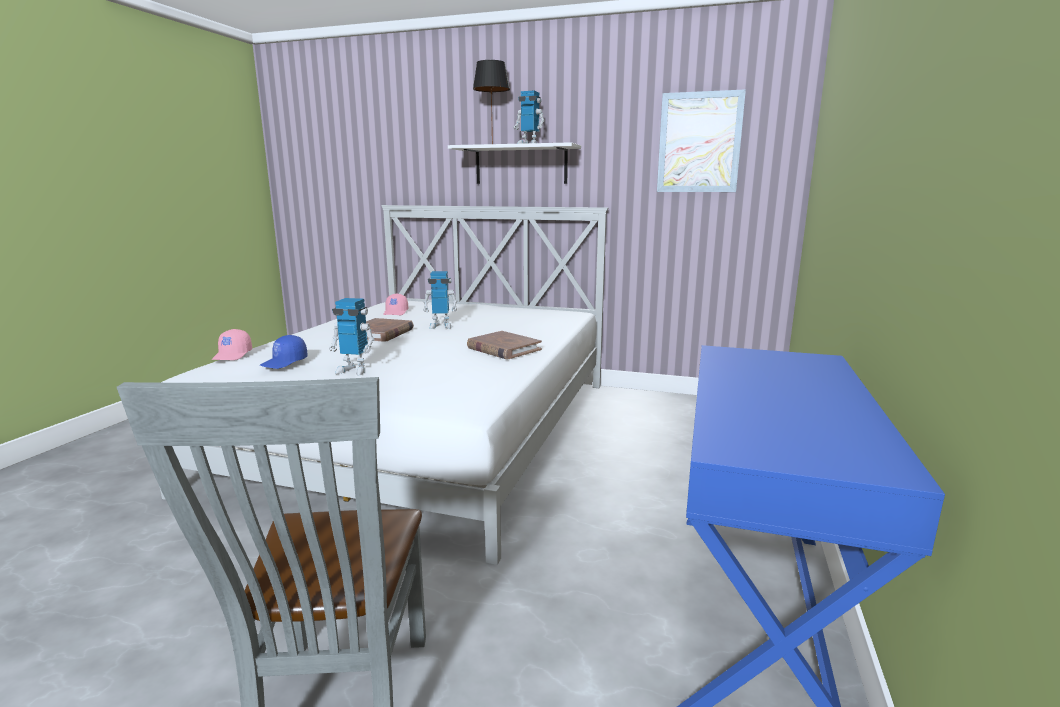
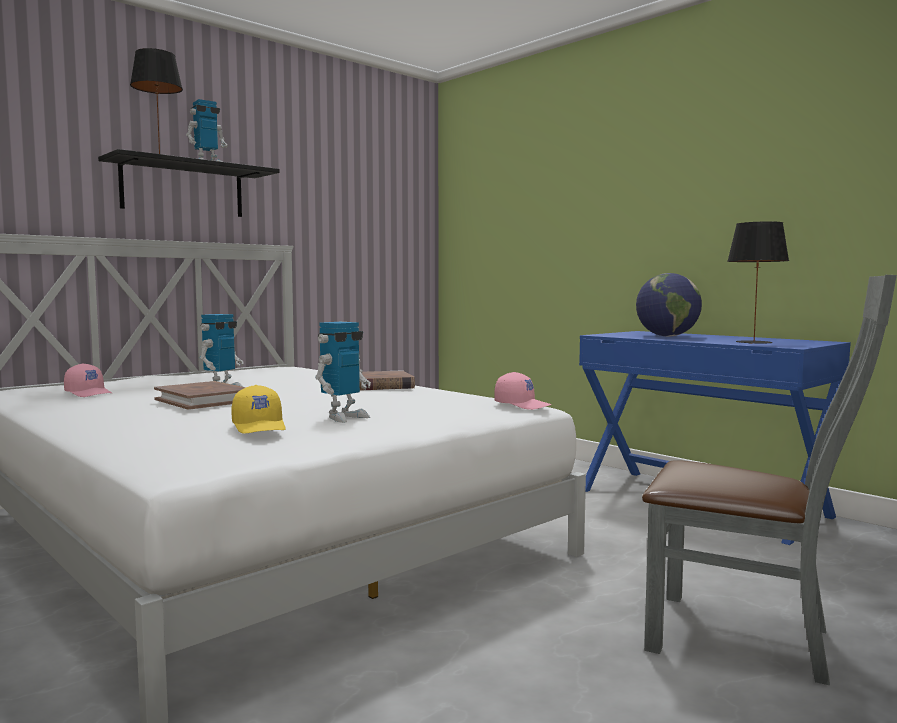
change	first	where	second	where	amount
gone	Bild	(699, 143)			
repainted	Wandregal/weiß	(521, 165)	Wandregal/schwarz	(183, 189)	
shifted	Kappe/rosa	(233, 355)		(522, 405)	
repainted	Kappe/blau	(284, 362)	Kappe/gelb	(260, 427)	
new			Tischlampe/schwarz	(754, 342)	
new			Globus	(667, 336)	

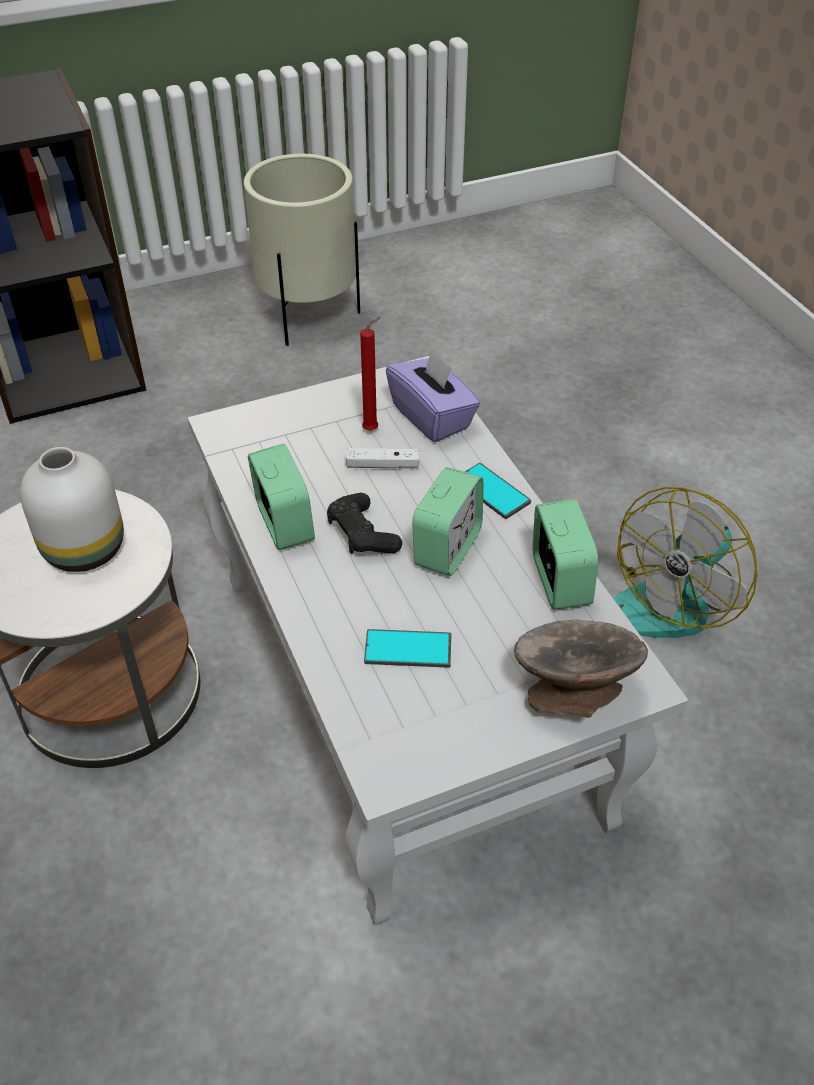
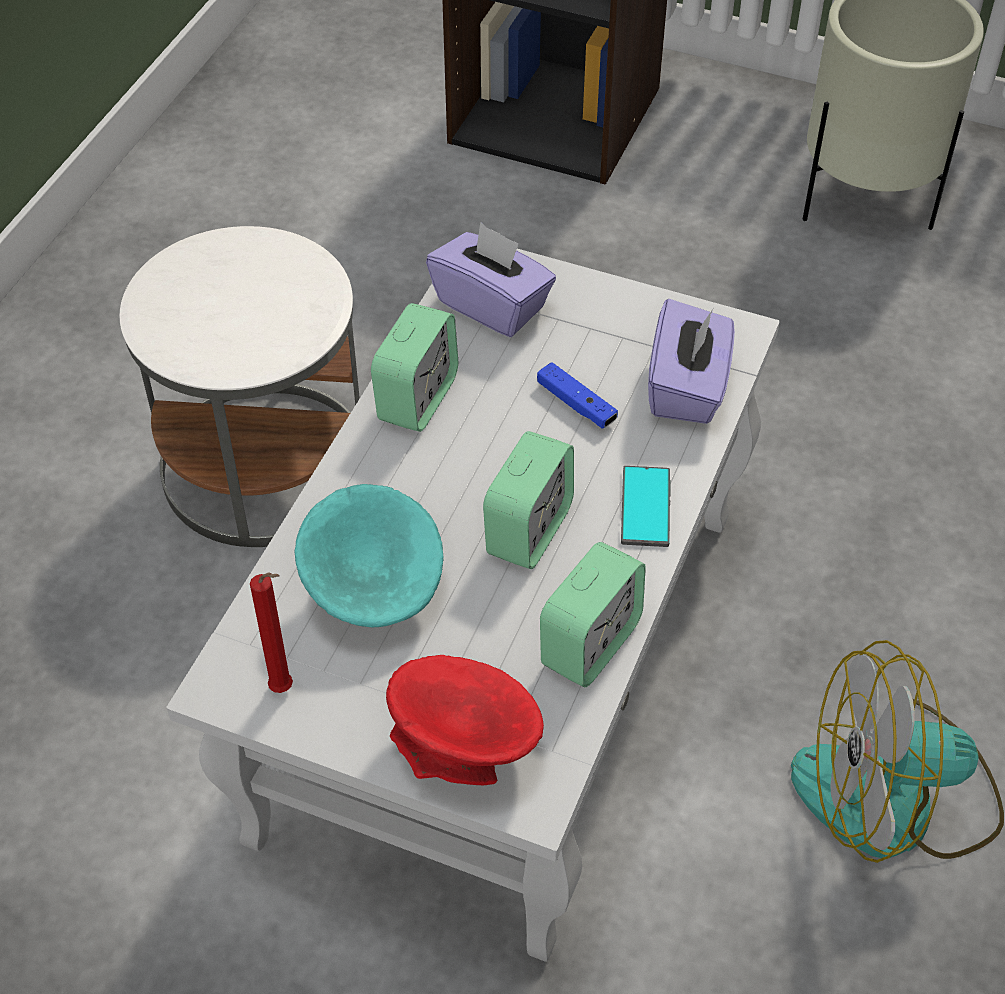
change	first	where	second	where	amount
shifted	Kerze/rot	(373, 430)		(285, 689)	
gone	Vase/weiß	(86, 550)			
repainted	Gamepad/weiß	(382, 465)	Gamepad/blau	(576, 404)	
rotated	Wecker	(447, 548)		(529, 530)	45 degrees counterclockwise
gone	Gamepad/schwarz	(362, 534)			
repainted	Schüssel/grau	(571, 689)	Schüssel/rot	(463, 749)	
swapped	Handy	(408, 649)	Schüssel/türkis	(375, 595)	
new			Taschentuchbox/lila	(492, 305)	

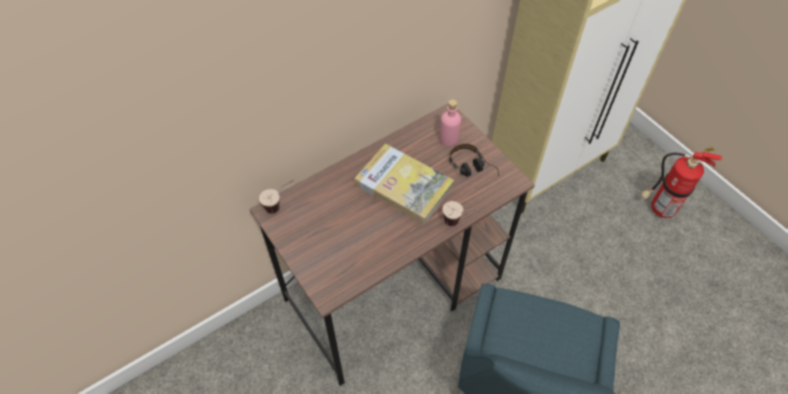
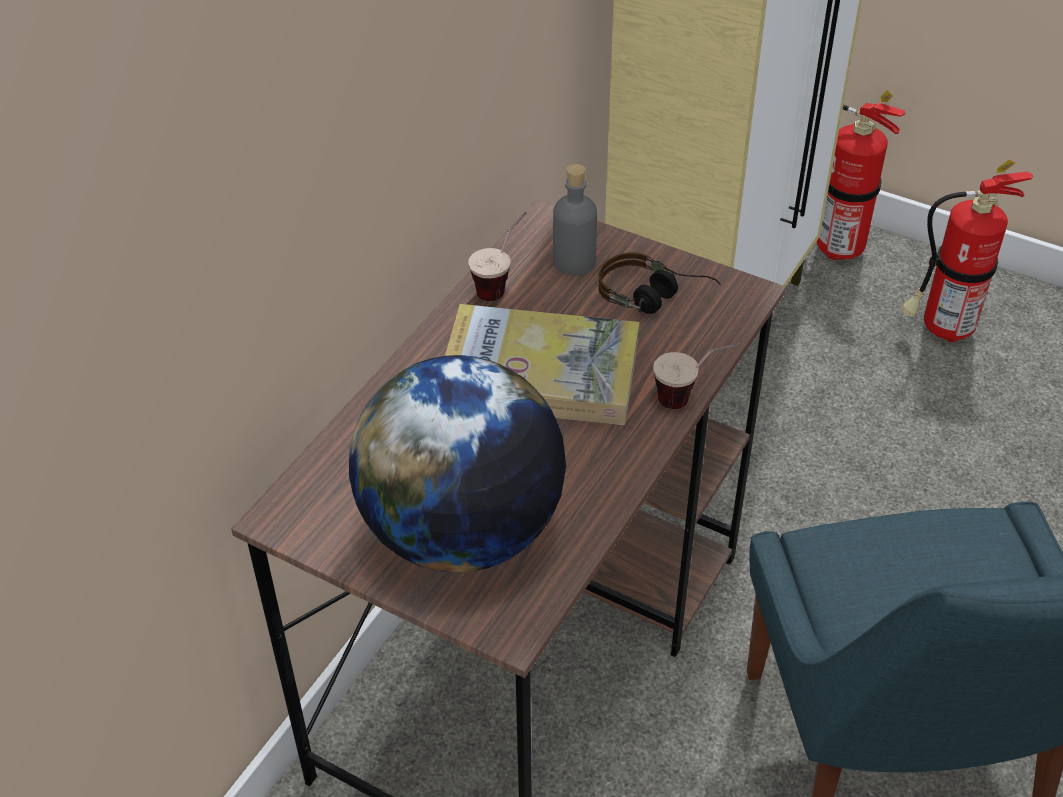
change	first	where	second	where	amount
repainted	Flasche/rosa	(448, 138)	Flasche/grau	(574, 262)	
shifted	Tasse	(280, 205)		(501, 284)	
new			Feuerlöscher	(833, 248)	
new			Globus	(462, 532)	

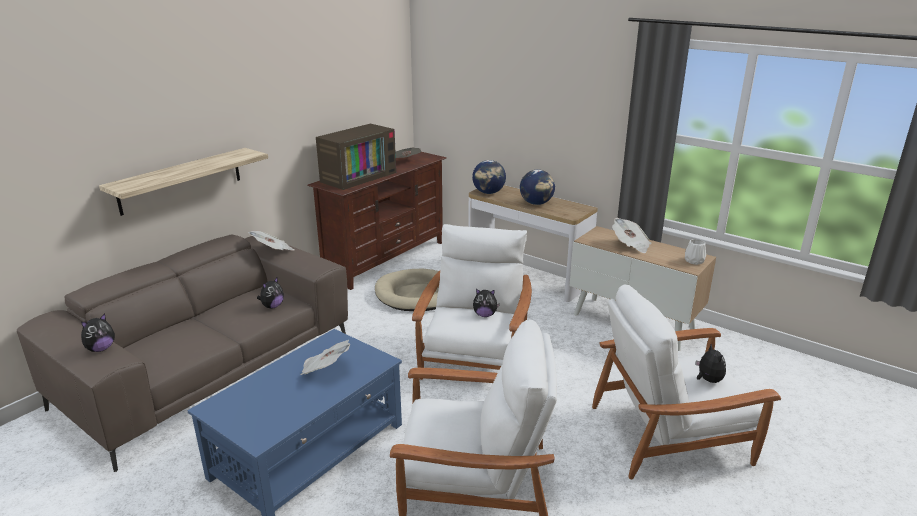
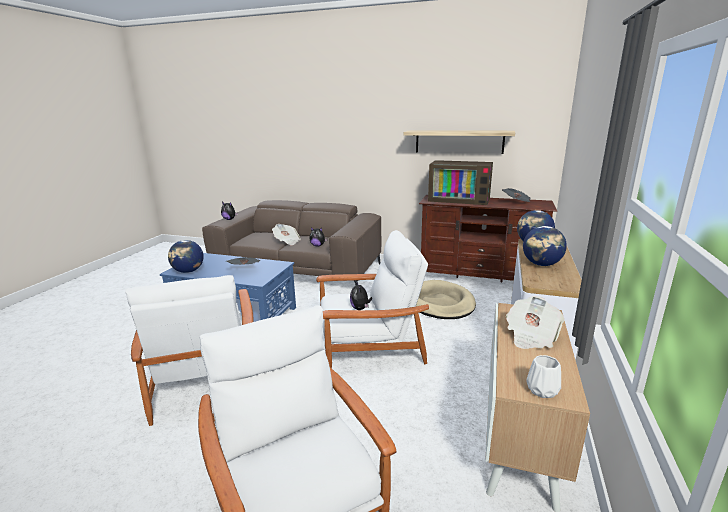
change	first	where	second	where	amount
shifted	Wandregal	(181, 180)		(459, 141)	
shifted	Zeitung	(273, 251)		(287, 241)	
gone	Plüschtier	(708, 380)			
new			Globus	(188, 271)	

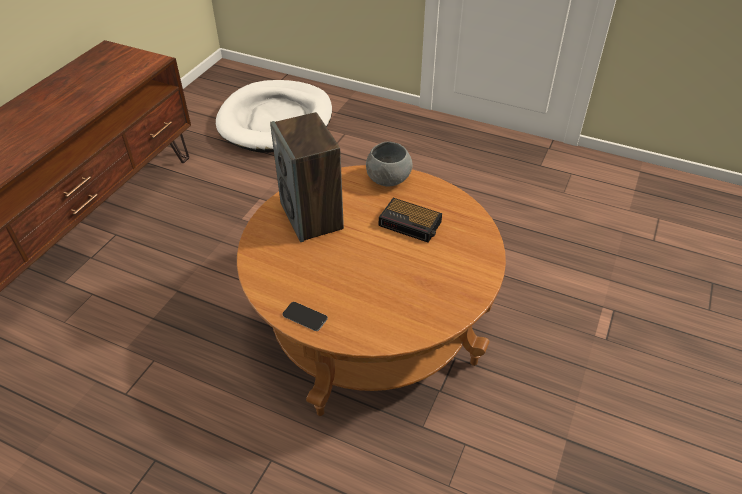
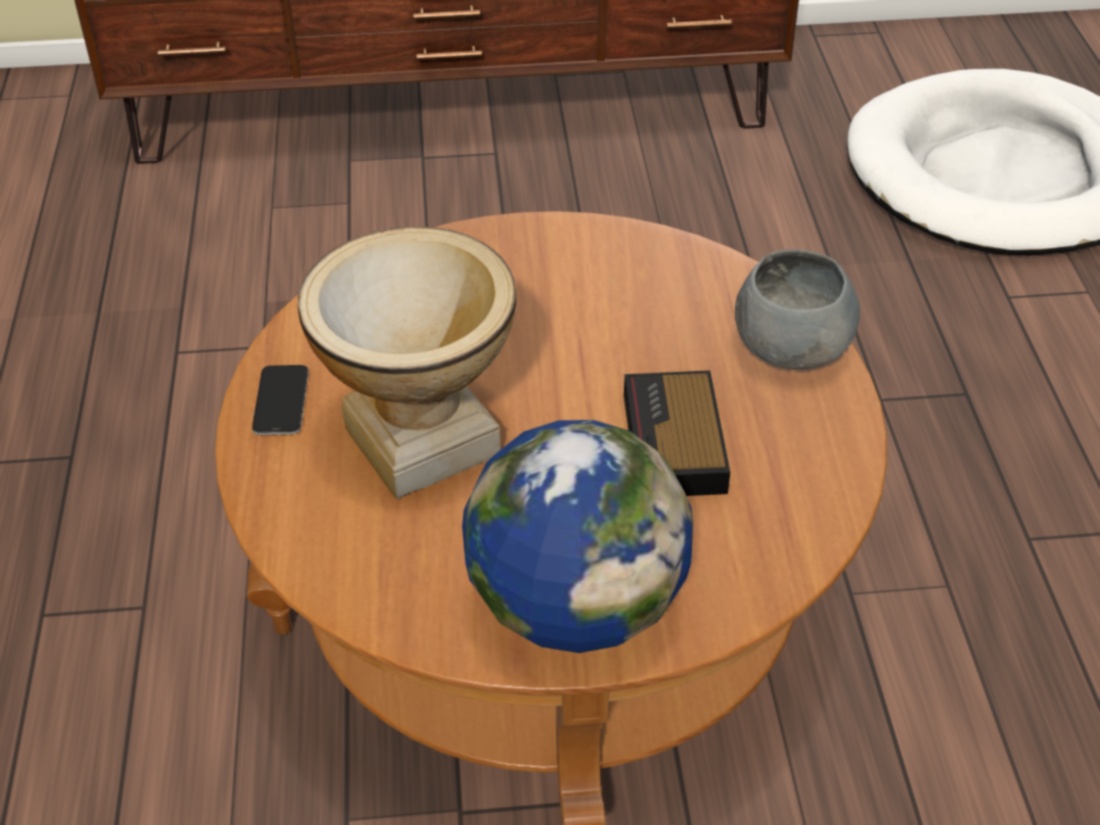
change	first	where	second	where	amount
gone	Lautsprecher	(312, 217)			
new			Vase	(421, 442)	
new			Globus	(576, 606)	

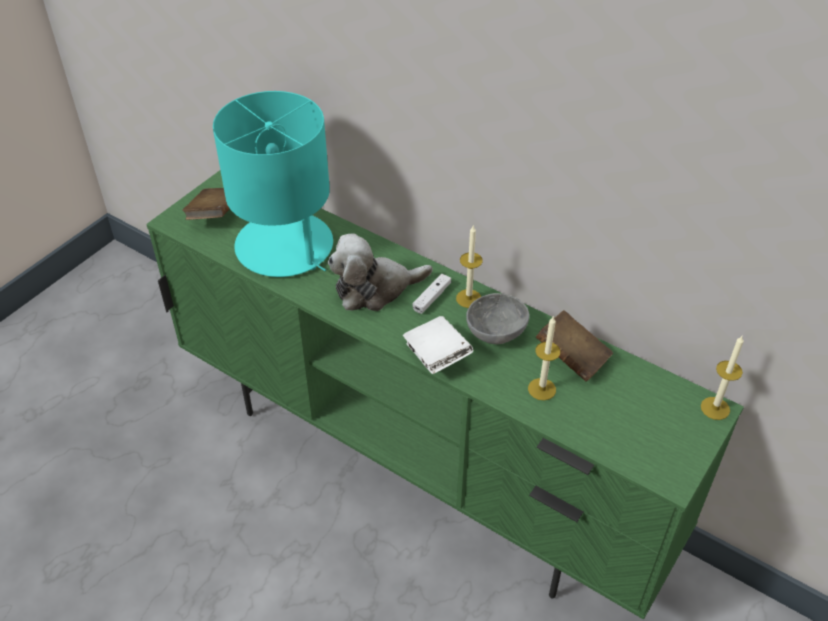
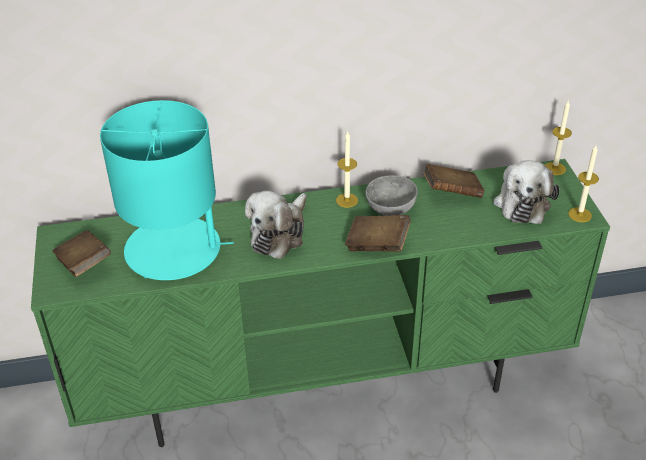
change	first	where	second	where	amount
gone	Gamepad/weiß	(432, 298)			
repainted	Buch/weiß	(436, 356)	Buch/braun	(377, 245)	
shifted	Kerze	(542, 389)		(579, 215)	
new			Plüschtier	(522, 202)	

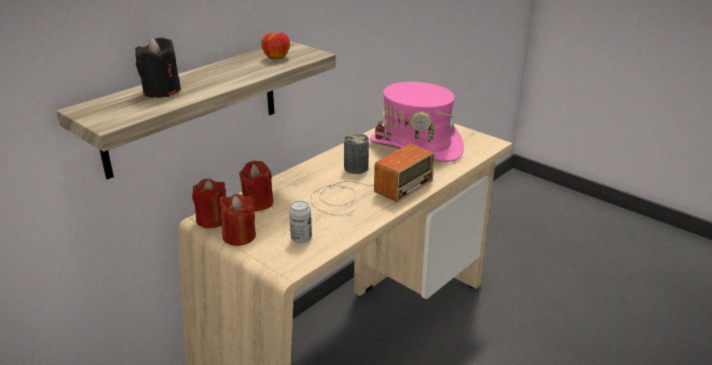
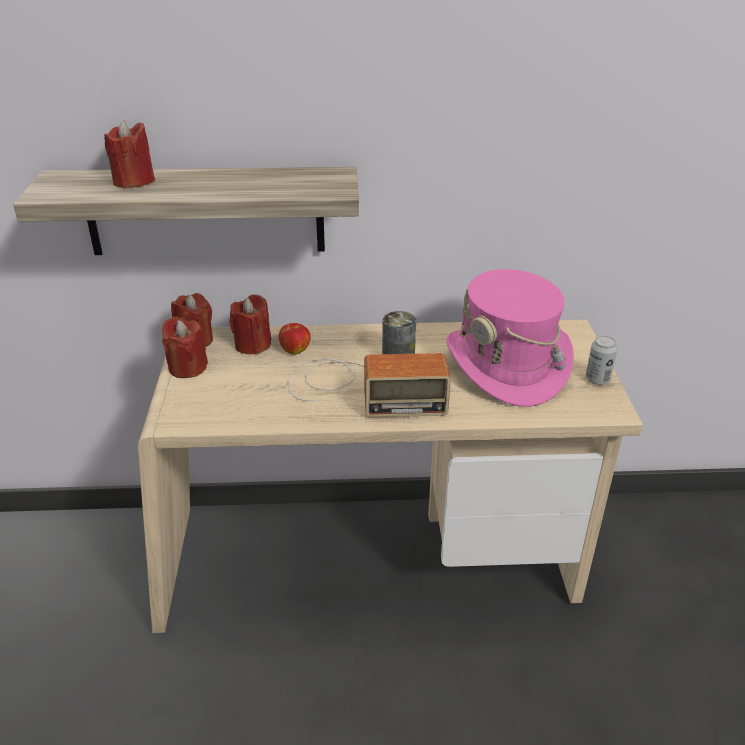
change	first	where	second	where	amount
shifted	Apfel	(276, 57)		(295, 350)	
repainted	Kerze/schwarz	(162, 91)	Kerze/rot	(134, 181)	
shifted	Dose	(301, 238)		(597, 379)	

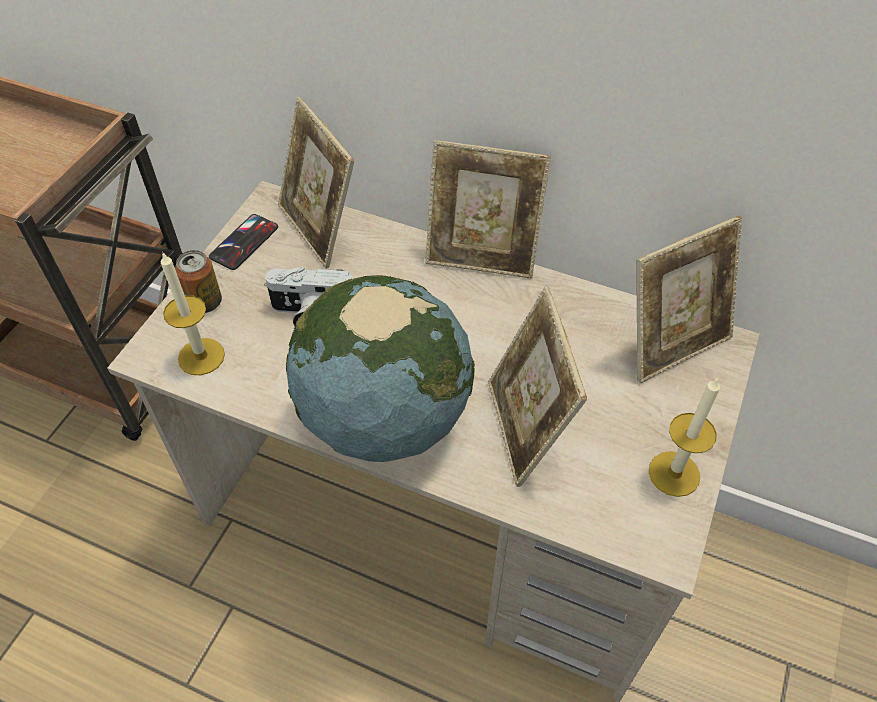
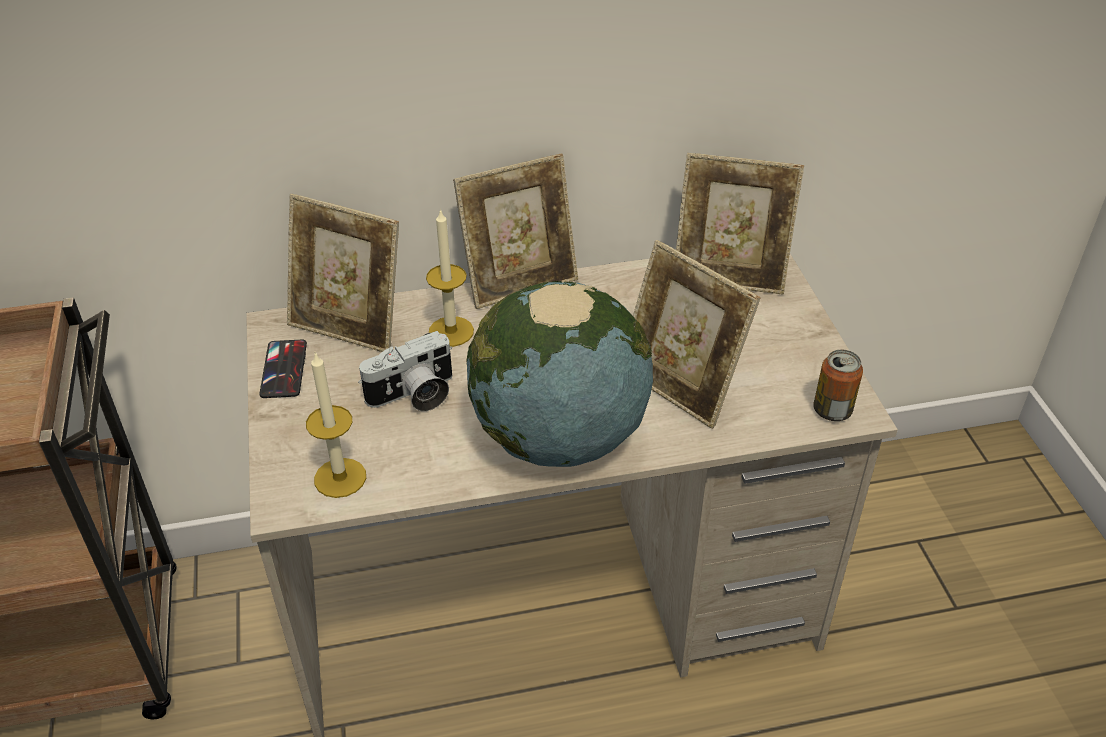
change	first	where	second	where	amount
rotated	Bilderrahmen	(672, 344)		(729, 276)	75 degrees clockwise
shifted	Dose	(205, 302)		(832, 410)	
shifted	Kerze	(674, 473)		(451, 331)	

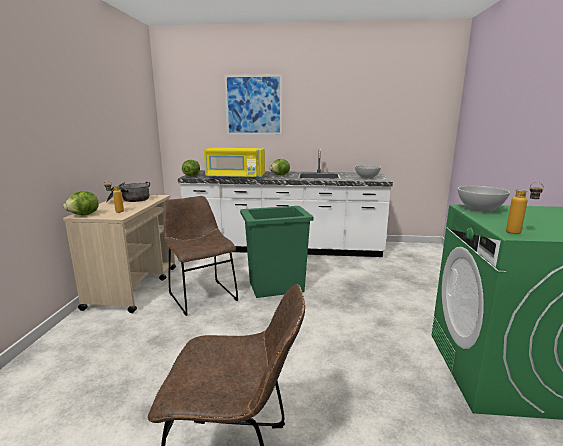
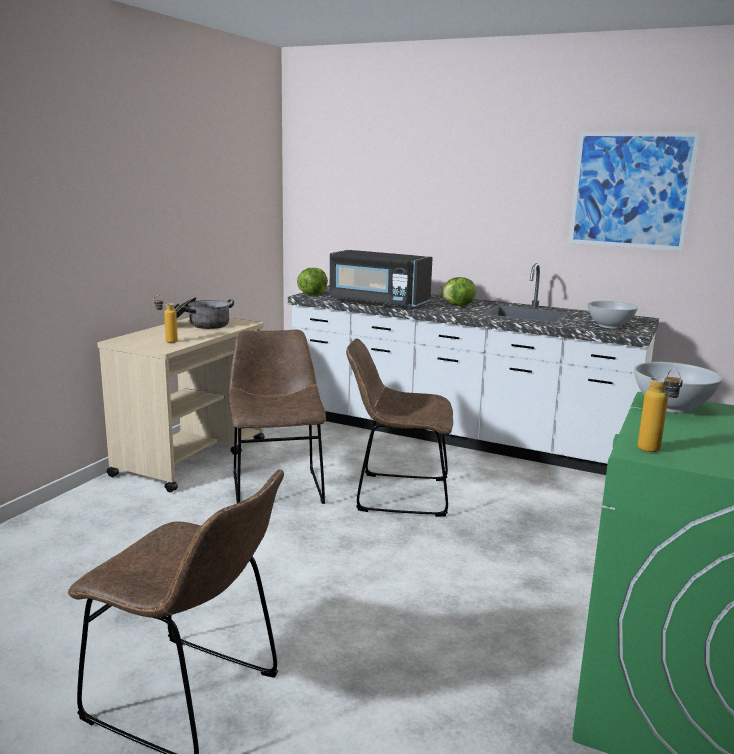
change	first	where	second	where	amount
shifted	Bild	(253, 105)		(631, 190)	
repainted	Mikrowelle/gelb	(235, 177)	Mikrowelle/schwarz	(377, 302)	
gone	Salatkopf	(84, 215)			
swapped	Mülleimer/grün	(275, 286)	Stuhl/braun	(397, 494)	

